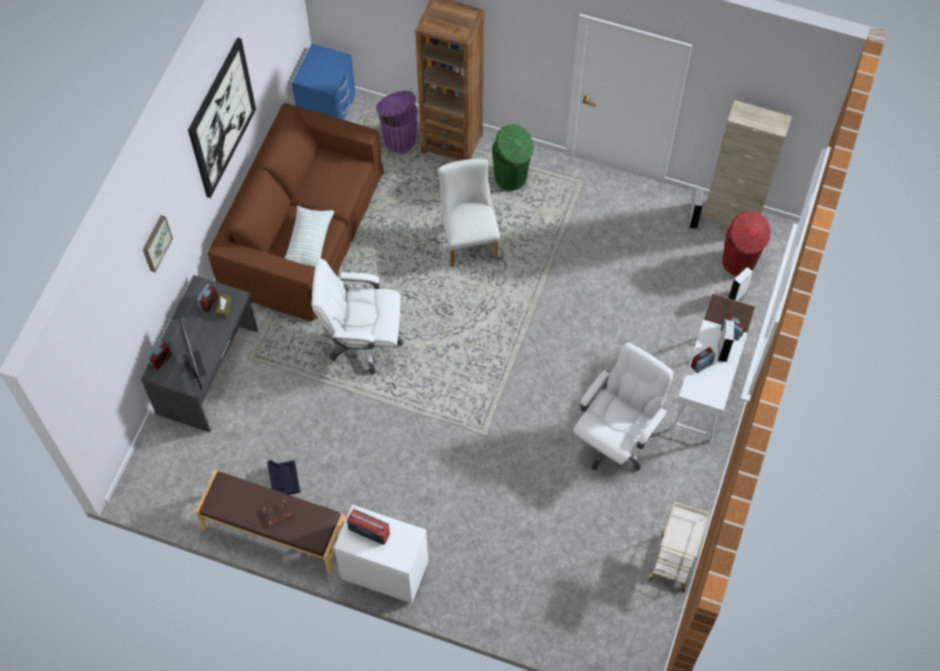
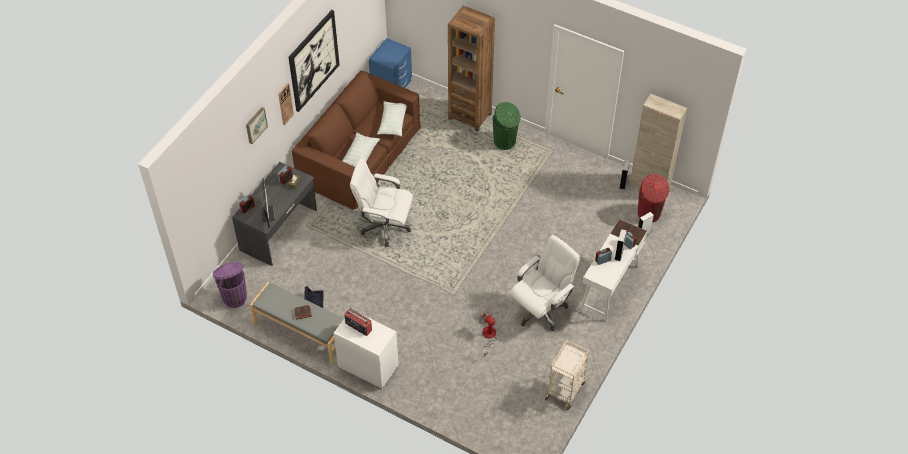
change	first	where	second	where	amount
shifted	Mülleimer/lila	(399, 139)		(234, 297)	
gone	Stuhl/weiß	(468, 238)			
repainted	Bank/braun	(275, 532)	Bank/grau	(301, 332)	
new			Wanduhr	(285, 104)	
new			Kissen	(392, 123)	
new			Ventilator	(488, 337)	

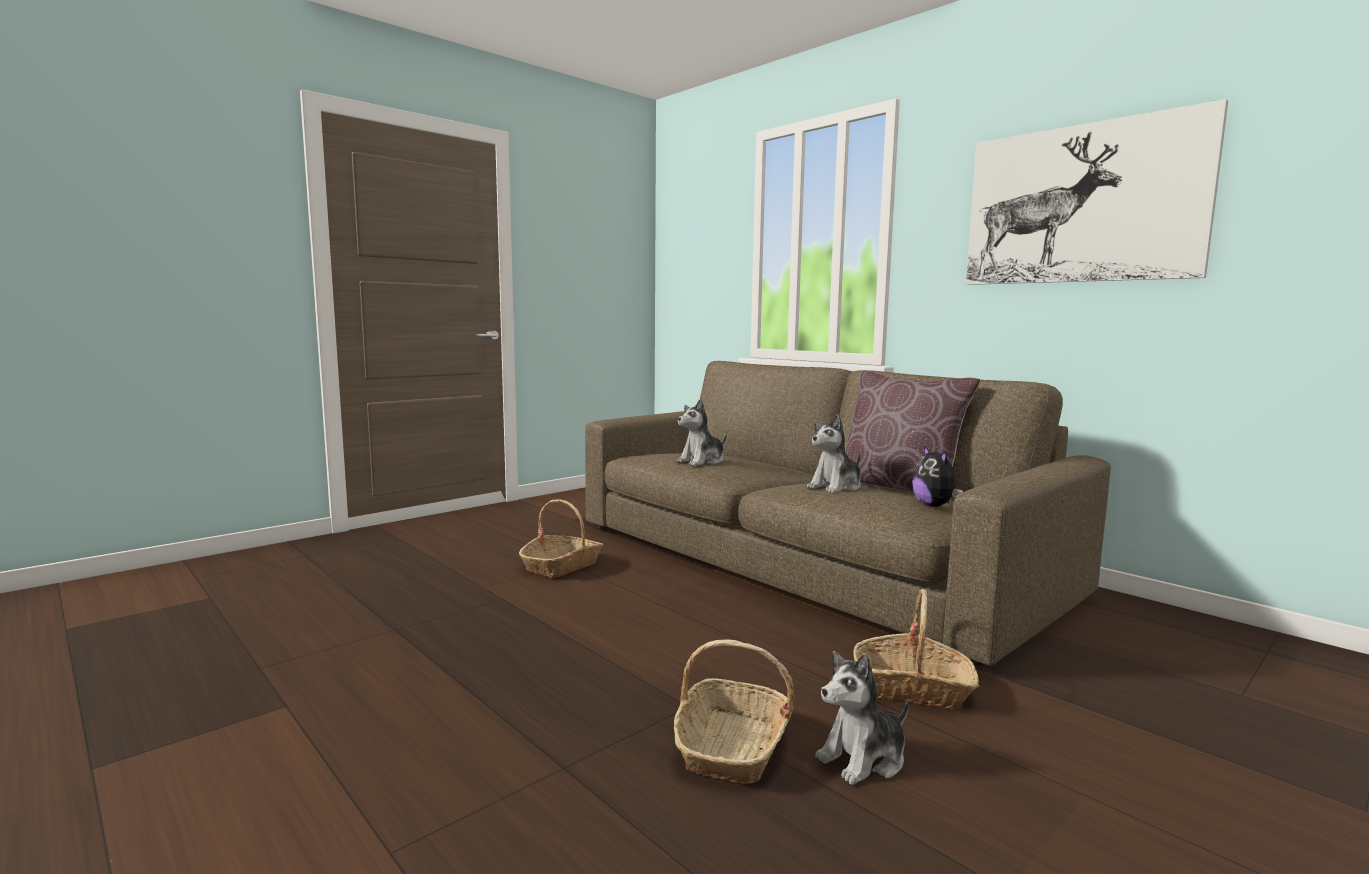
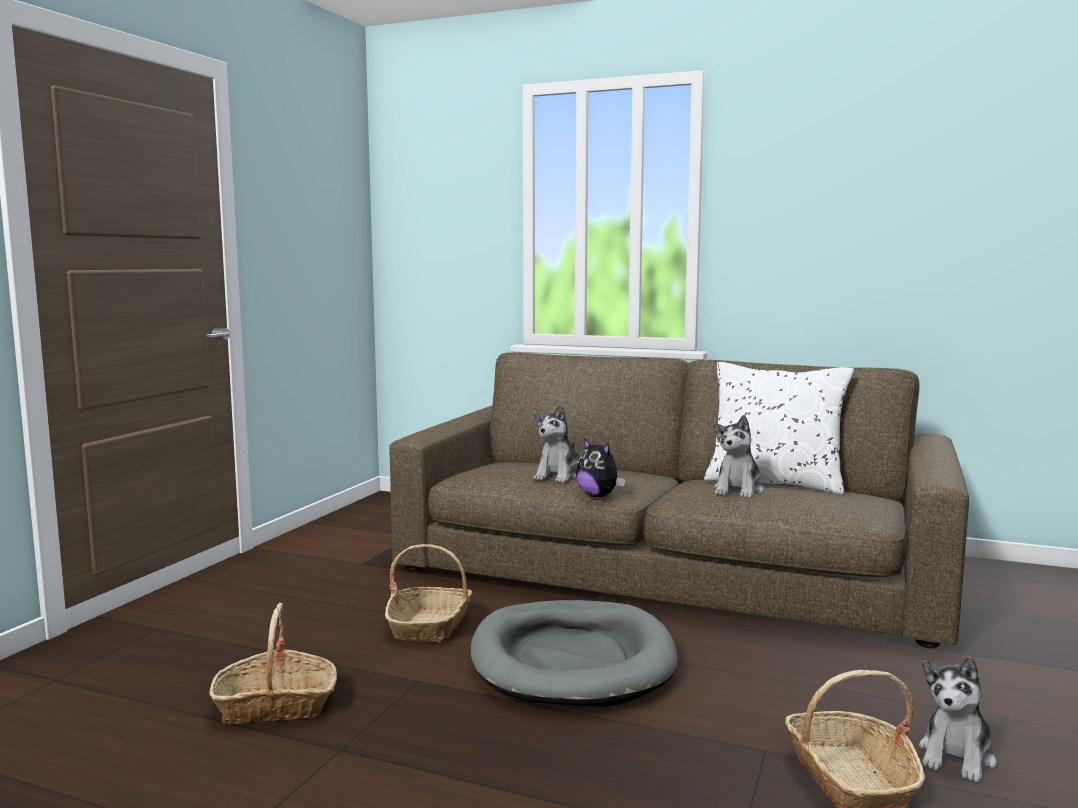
change	first	where	second	where	amount
gone	Bild	(1082, 204)			
repainted	Kissen/braun	(898, 488)	Kissen/weiß	(774, 482)	
shifted	Plüschtier	(934, 505)		(598, 496)	
shifted	Korb	(912, 688)		(276, 705)	
new			Hundebett/grau	(572, 660)	

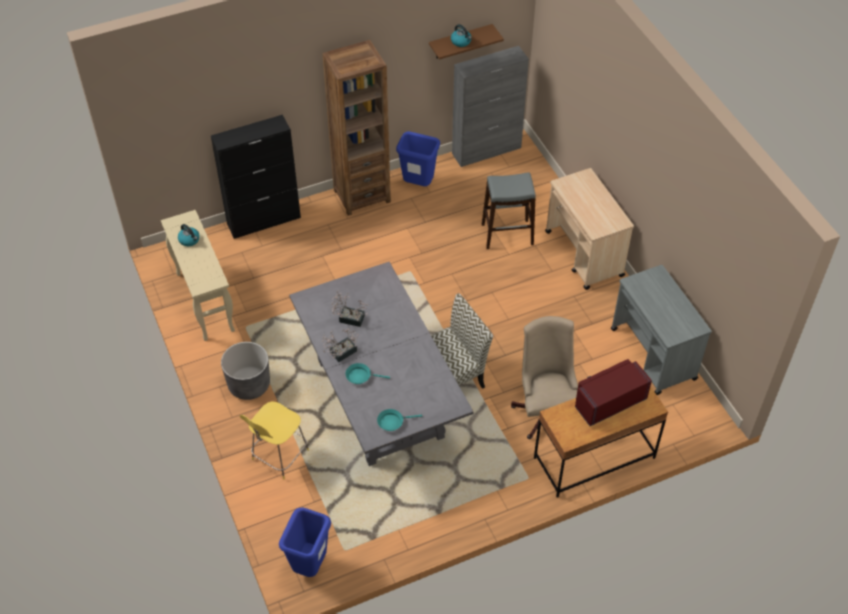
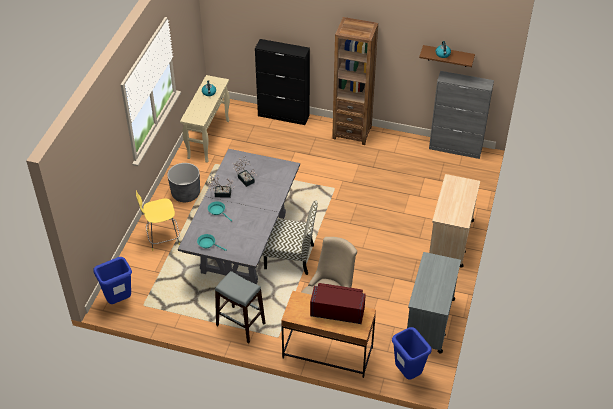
change	first	where	second	where	amount
shifted	Mülleimer/blau	(418, 185)		(408, 373)	
shifted	Hocker/grau	(507, 234)		(240, 324)	

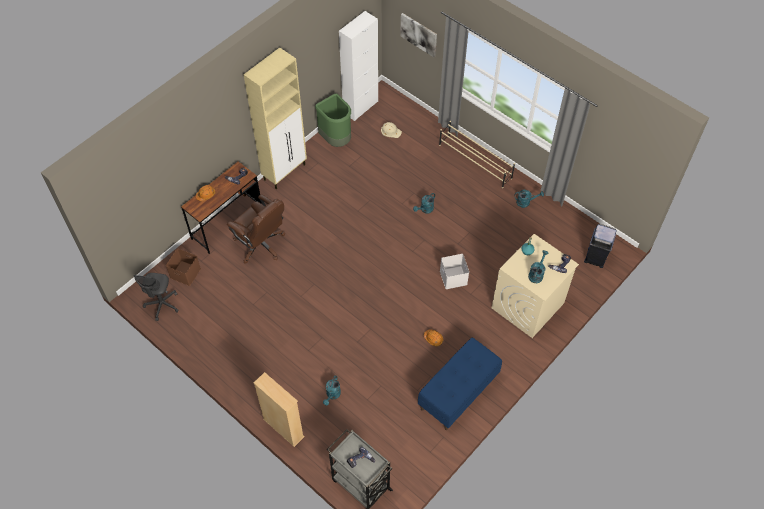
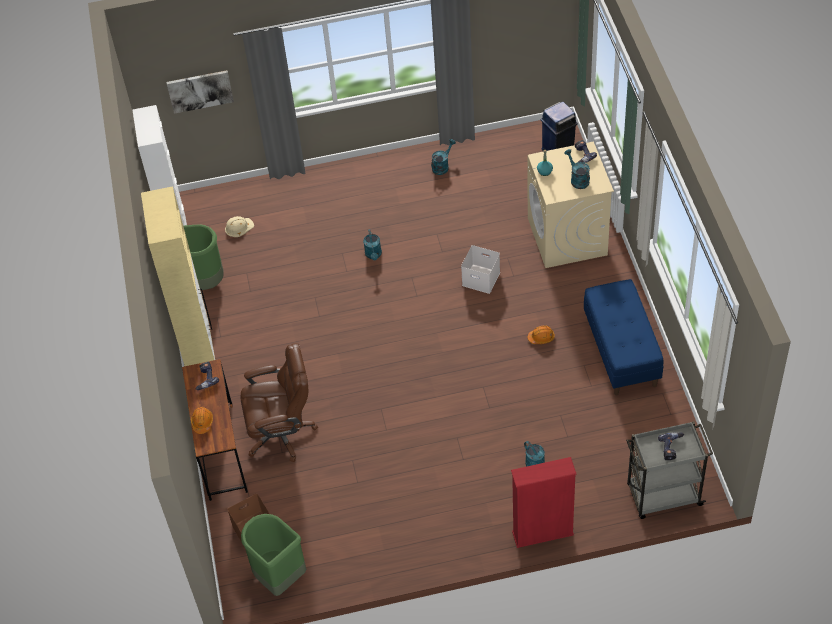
change	first	where	second	where	amount
gone	Schuhregal/beige	(475, 162)			
swapped	Bürostuhl/grau	(162, 305)	Mülleimer/grün	(278, 577)	
repainted	Bücherregal/beige	(283, 428)	Bücherregal/rot	(542, 533)	

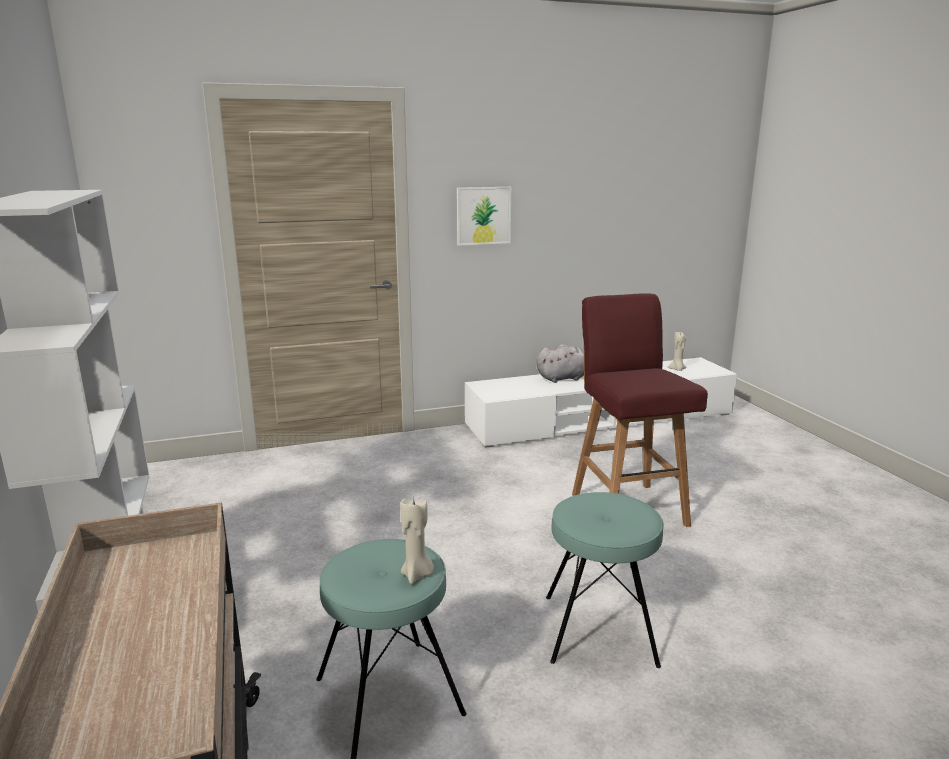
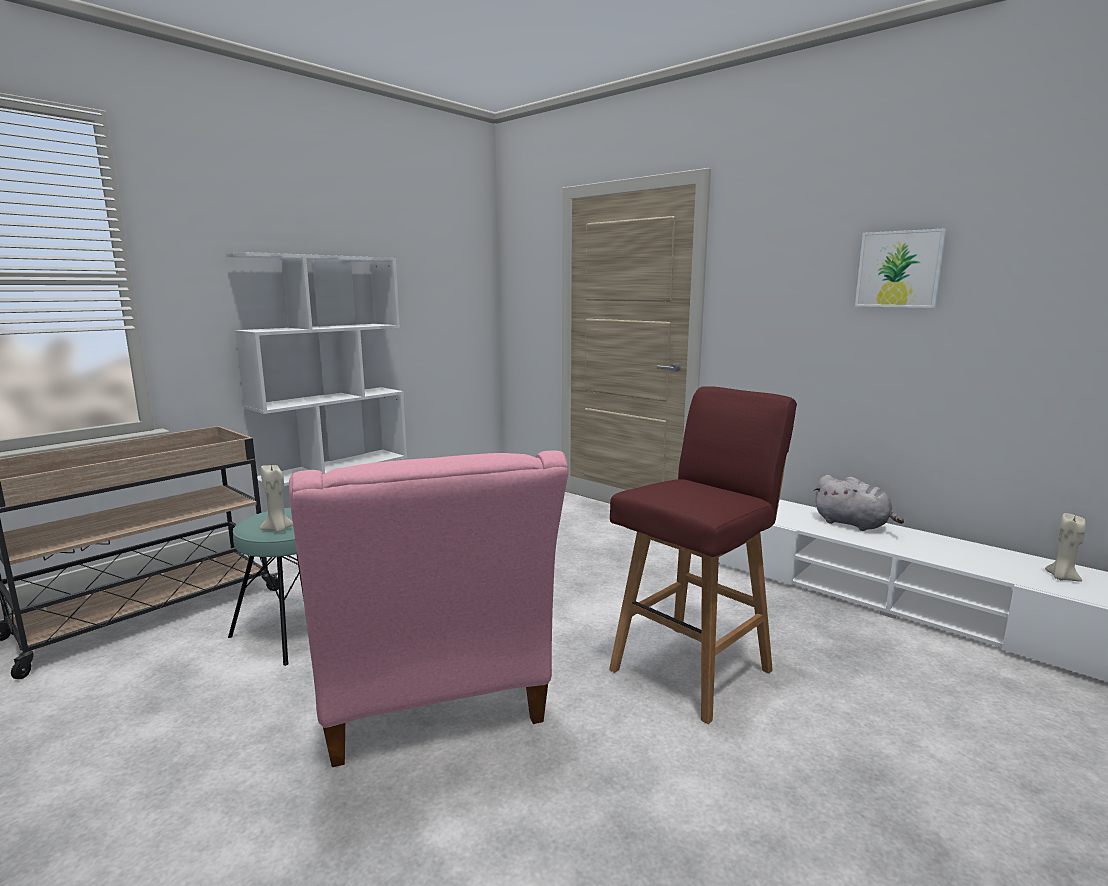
change	first	where	second	where	amount
shifted	Bild	(483, 215)		(899, 269)	
swapped	Hocker/türkis	(599, 630)	Sessel/rosa	(432, 702)	

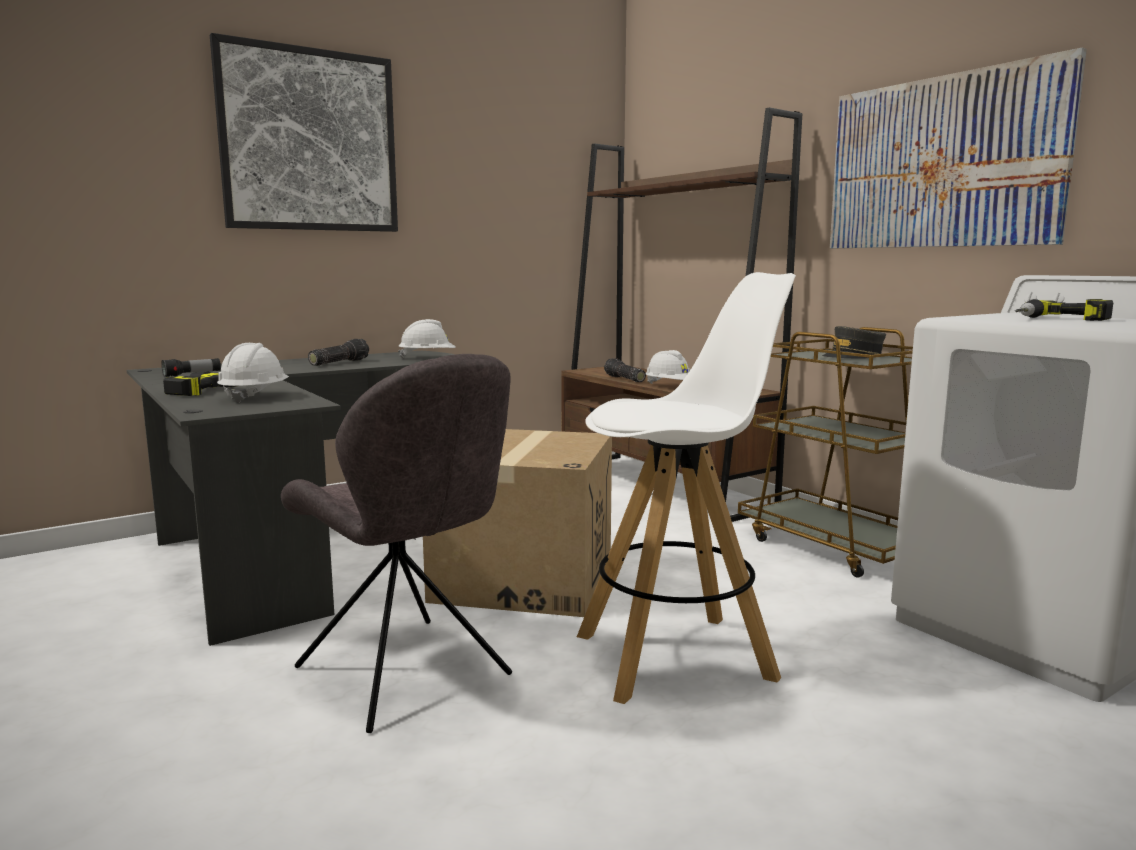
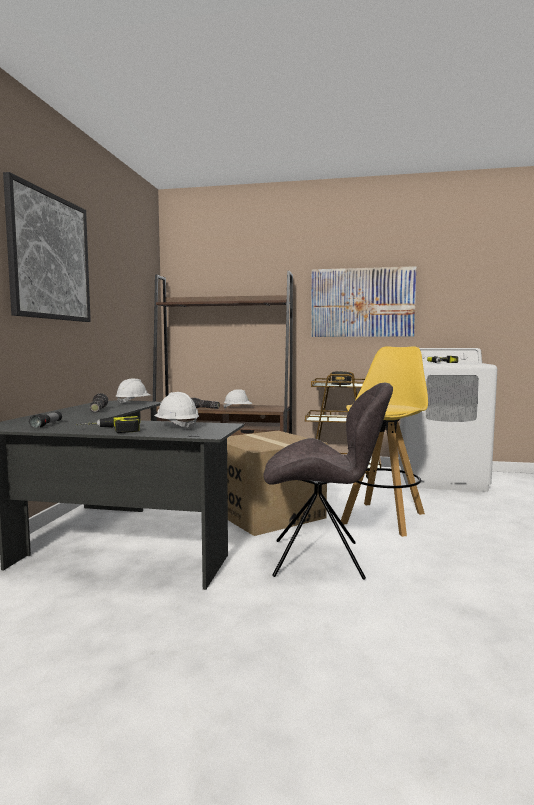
change	first	where	second	where	amount
repainted	Hocker/weiß	(677, 656)	Hocker/gelb	(384, 518)	

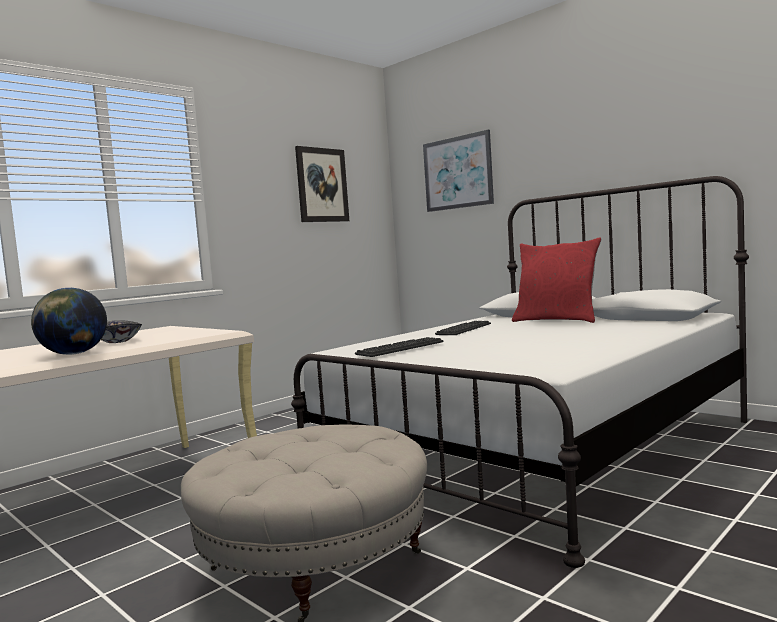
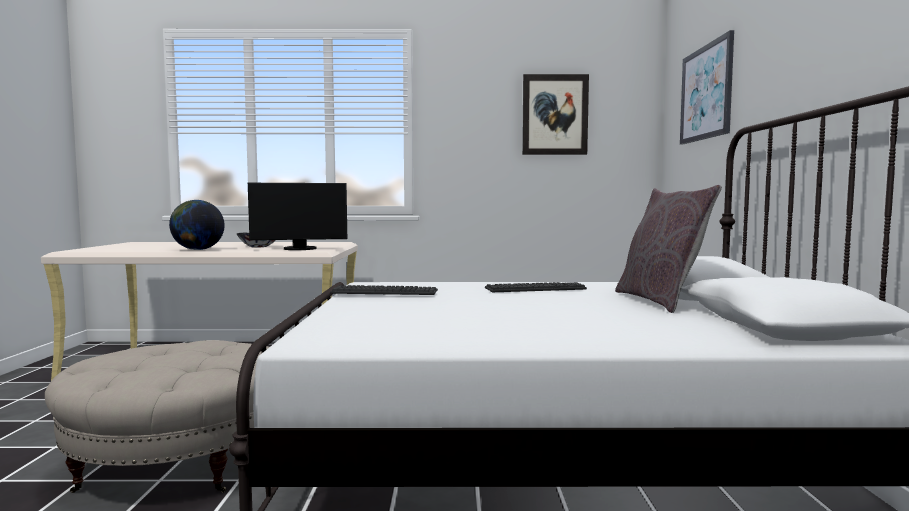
change	first	where	second	where	amount
repainted	Kissen/rot	(557, 320)	Kissen/grau	(660, 301)	
new			Monitor	(300, 249)	

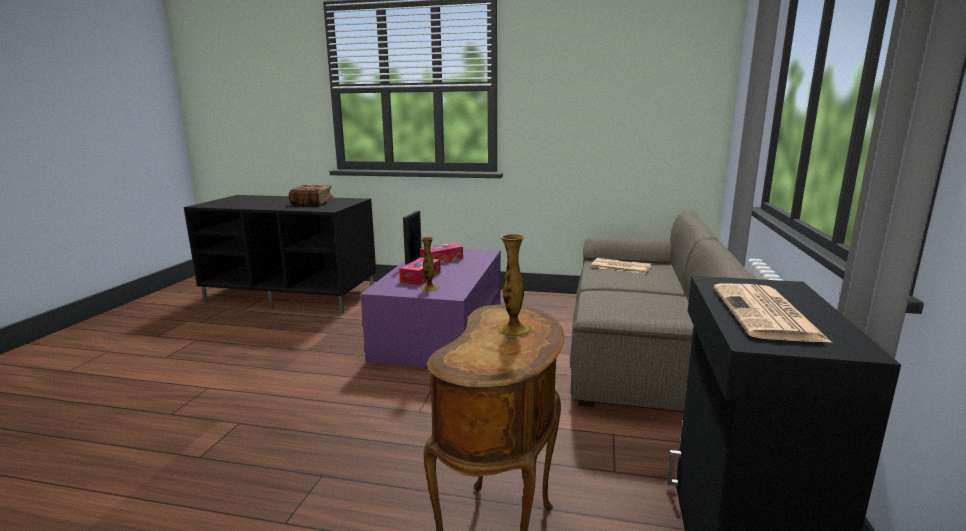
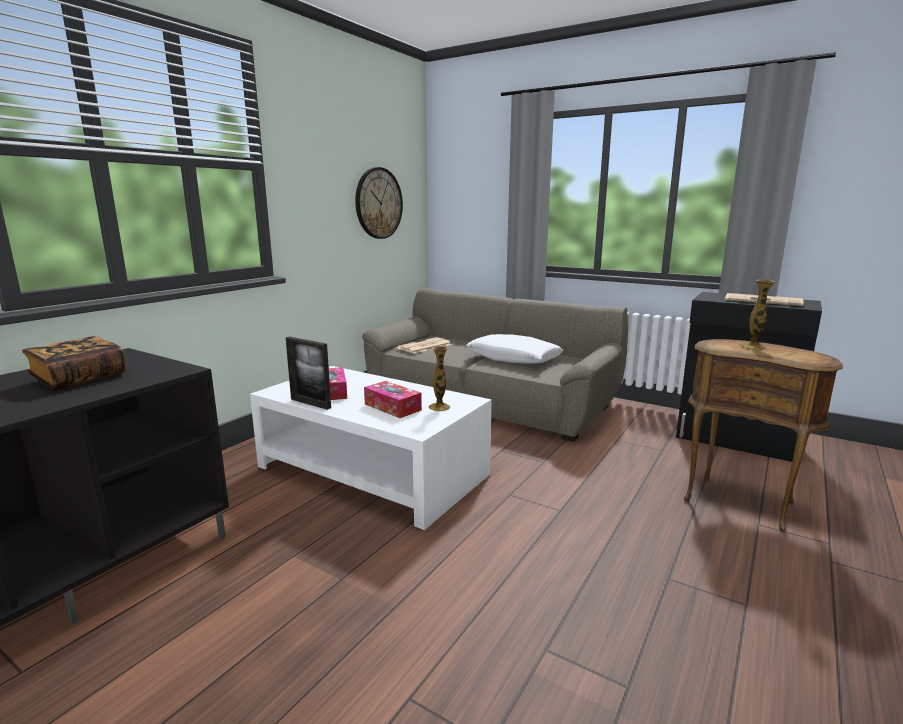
change	first	where	second	where	amount
repainted	Couchtisch/lila	(442, 329)	Couchtisch/weiß	(372, 471)	
new			Wanduhr	(378, 203)	
new			Kissen/weiß	(513, 358)	

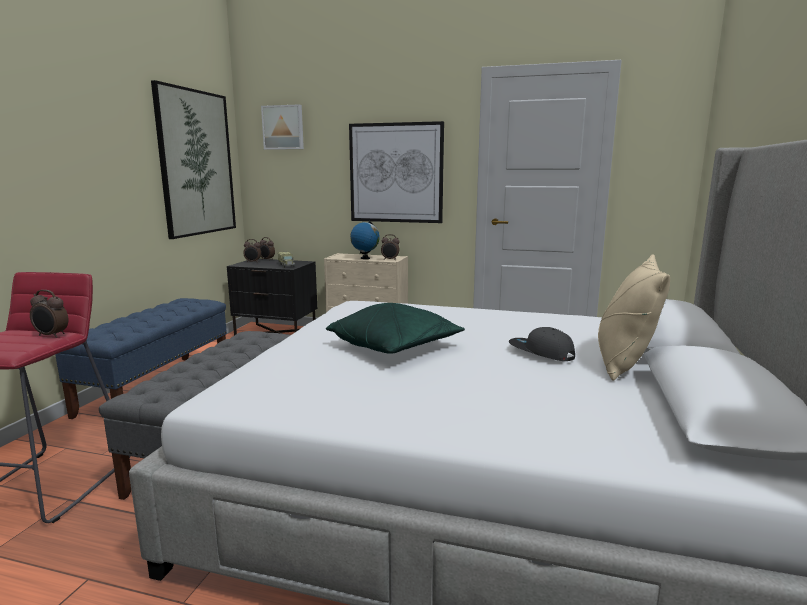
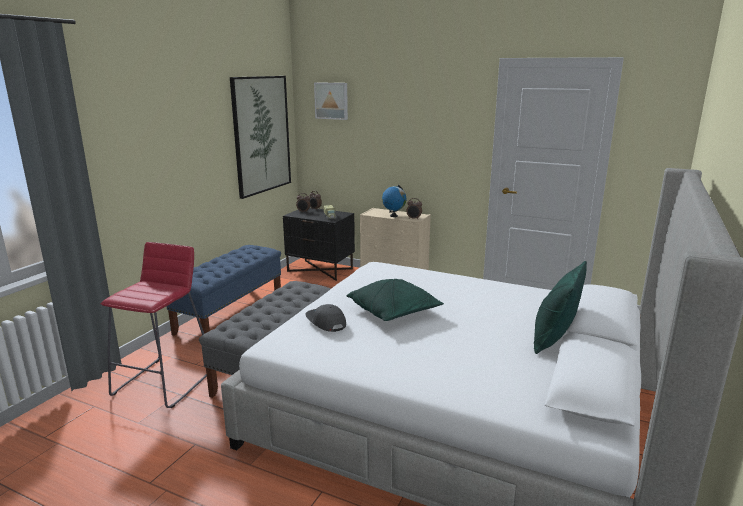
change	first	where	second	where	amount
gone	Bild	(396, 173)			
repainted	Kissen/beige	(623, 364)	Kissen/grün	(553, 340)	
gone	Wecker	(51, 336)			
shifted	Kappe/grau	(541, 353)		(325, 322)	

